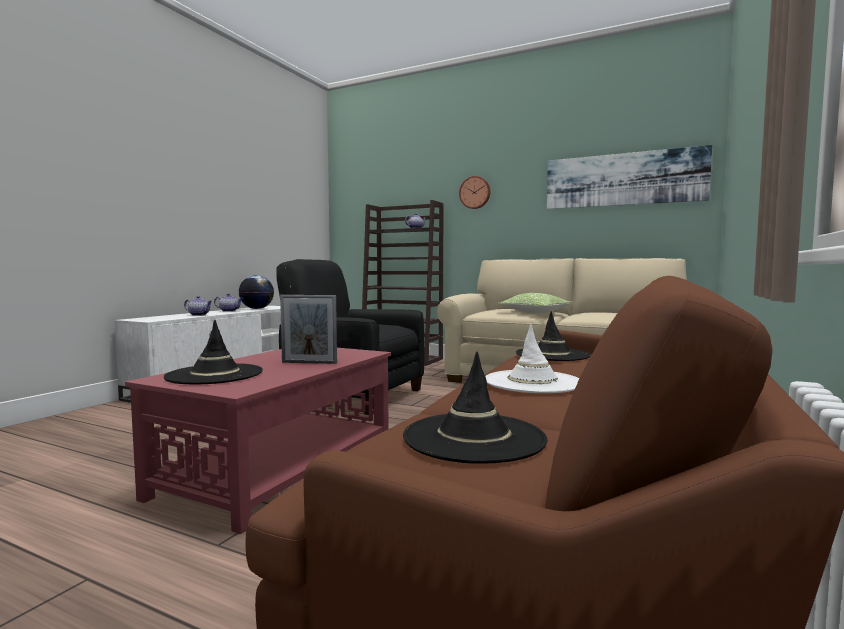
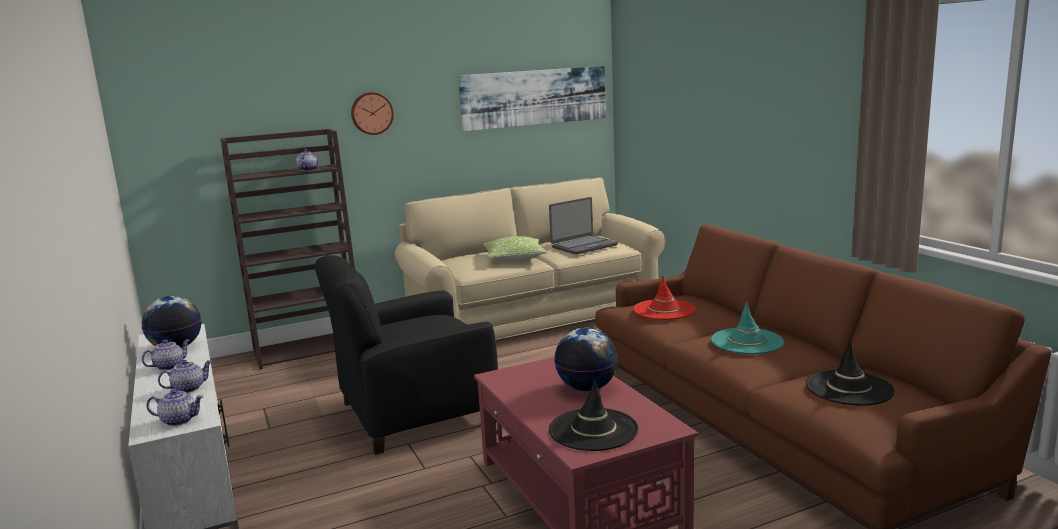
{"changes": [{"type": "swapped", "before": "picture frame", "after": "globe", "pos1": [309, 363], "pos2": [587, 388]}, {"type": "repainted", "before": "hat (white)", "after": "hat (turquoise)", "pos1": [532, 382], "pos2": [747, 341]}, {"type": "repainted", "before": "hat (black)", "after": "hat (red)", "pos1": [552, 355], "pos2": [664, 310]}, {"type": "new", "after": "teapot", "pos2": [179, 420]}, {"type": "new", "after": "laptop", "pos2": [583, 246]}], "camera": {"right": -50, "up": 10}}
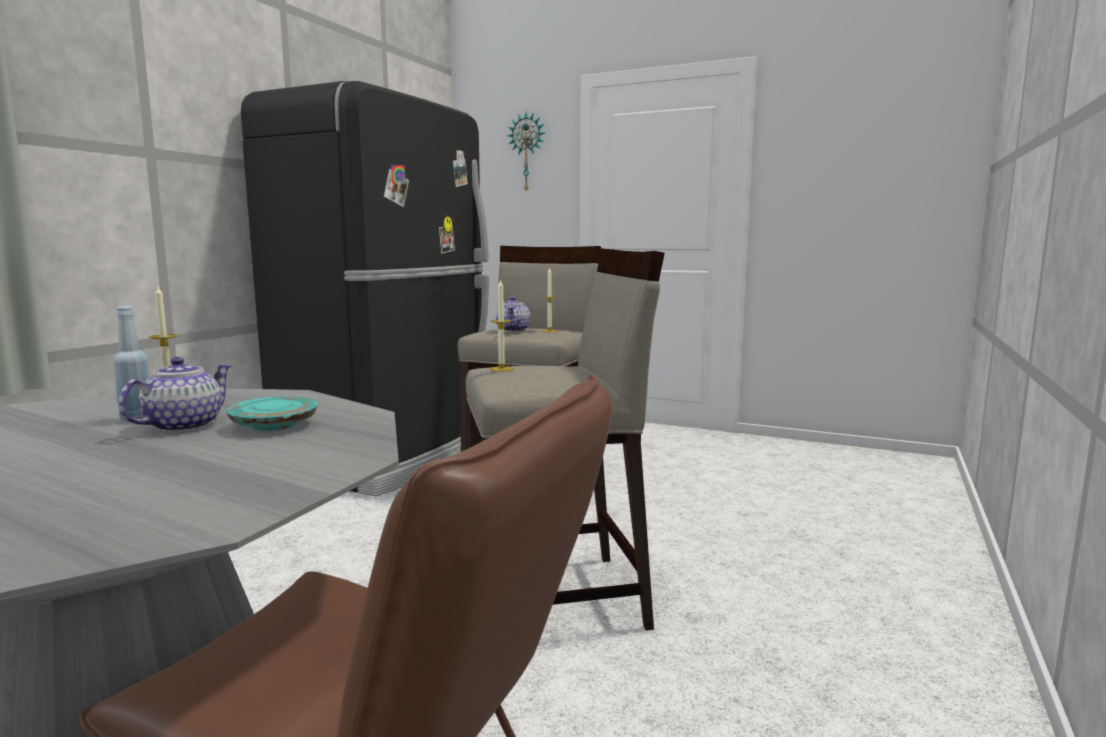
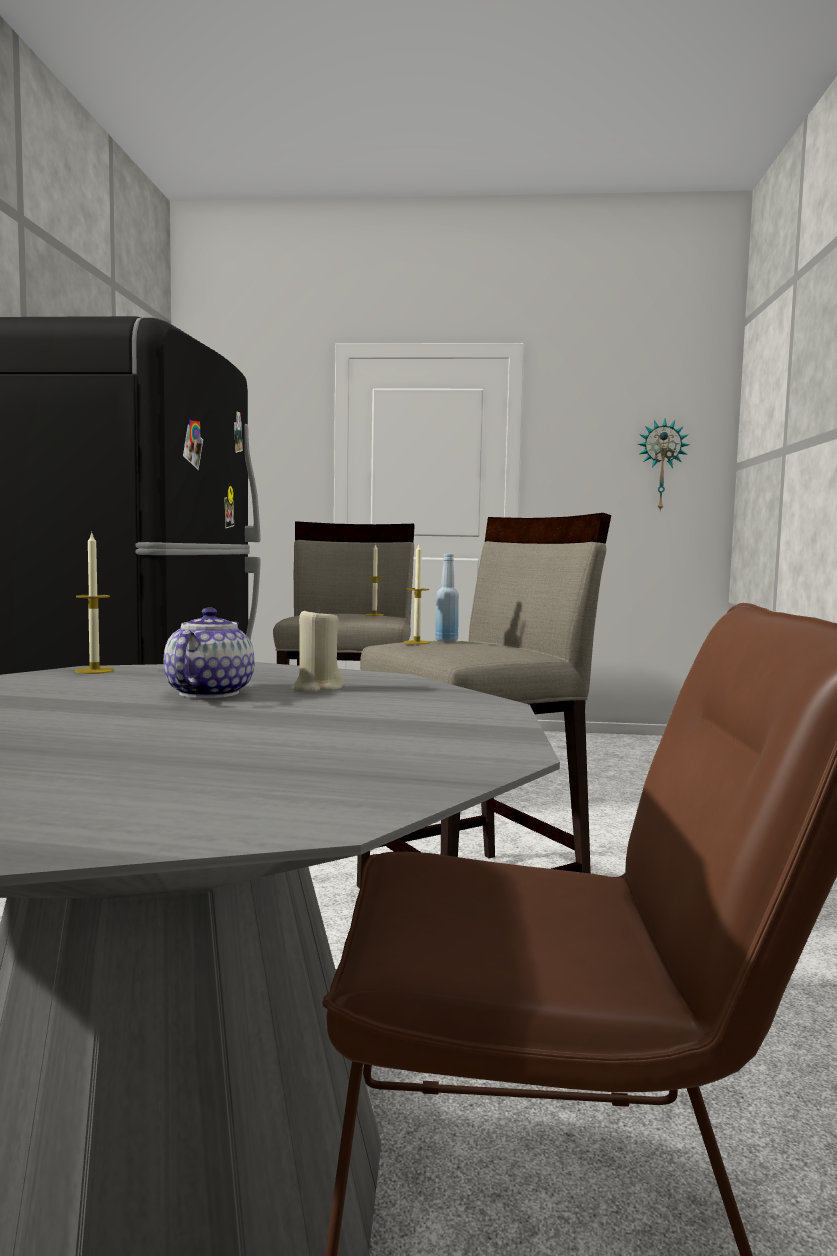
{"changes": [{"type": "shifted", "before": "bottle (blue)", "pos1": [137, 419], "pos2": [446, 640]}, {"type": "swapped", "before": "plate (turquoise)", "after": "candle (beige)", "pos1": [274, 425], "pos2": [317, 688]}, {"type": "gone", "before": "teapot", "pos1": [513, 330]}, {"type": "shifted", "before": "wall clock", "pos1": [527, 152], "pos2": [661, 465]}], "camera": {"right": -20, "up": -5}}
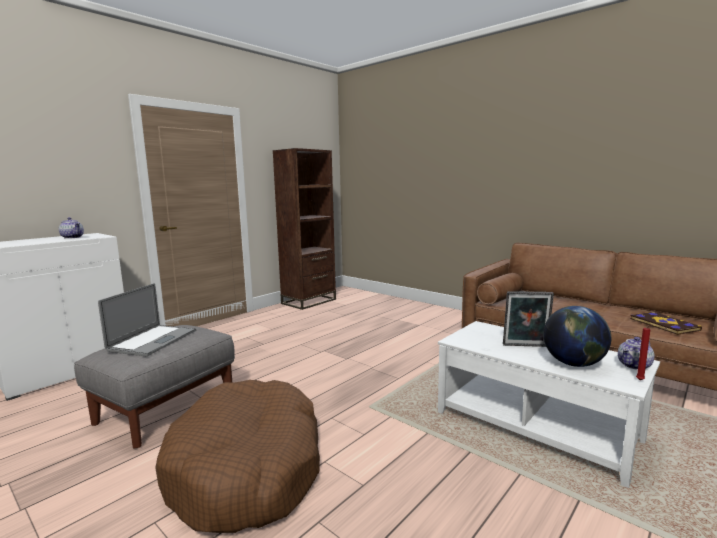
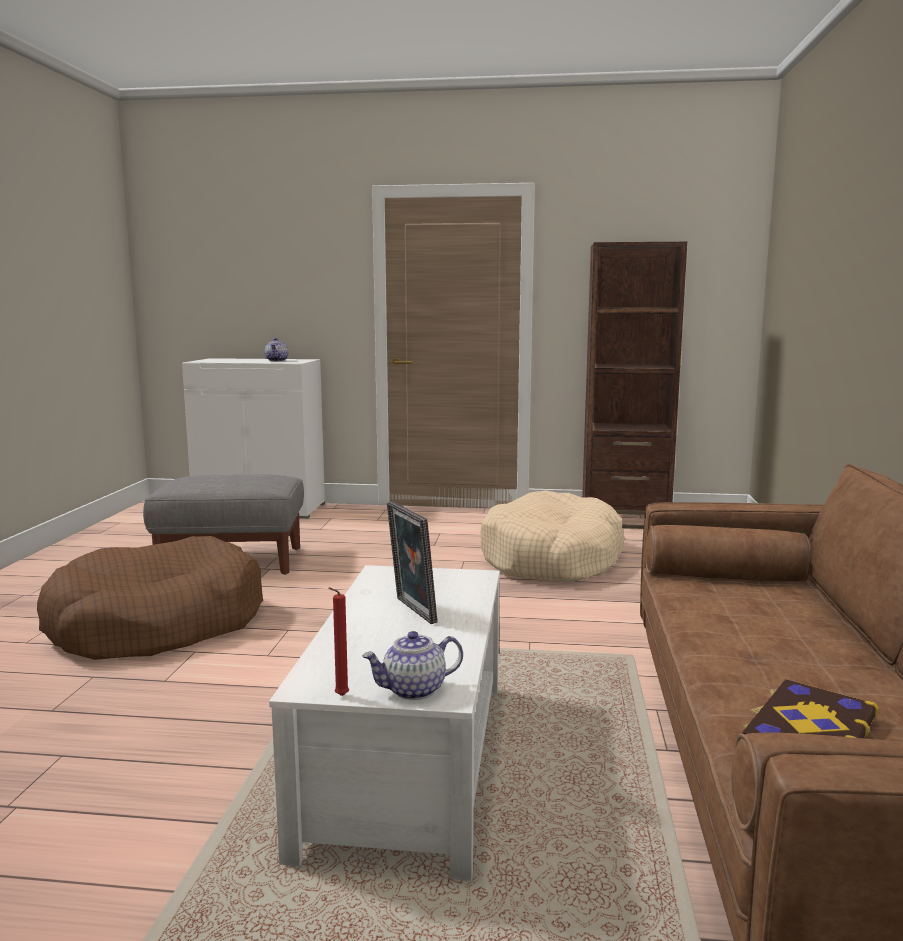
{"changes": [{"type": "gone", "before": "laptop", "pos1": [153, 340]}, {"type": "gone", "before": "globe", "pos1": [574, 363]}, {"type": "rotated", "before": "teapot", "pos1": [634, 365], "pos2": [414, 690], "turn": -45}, {"type": "new", "after": "dog bed (beige)", "pos2": [552, 559]}], "camera": {"right": 55, "up": 0}}
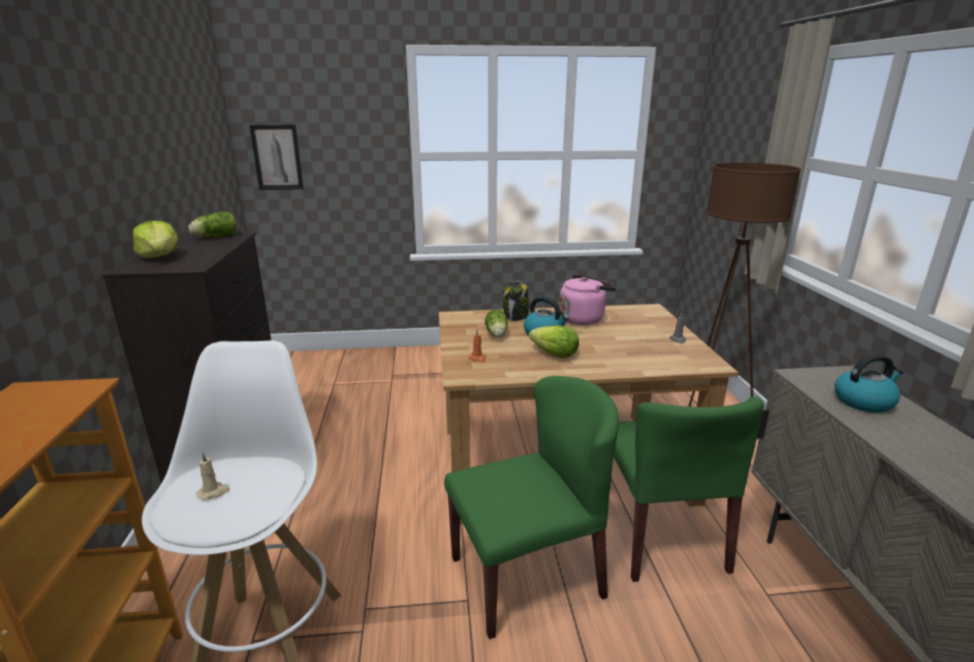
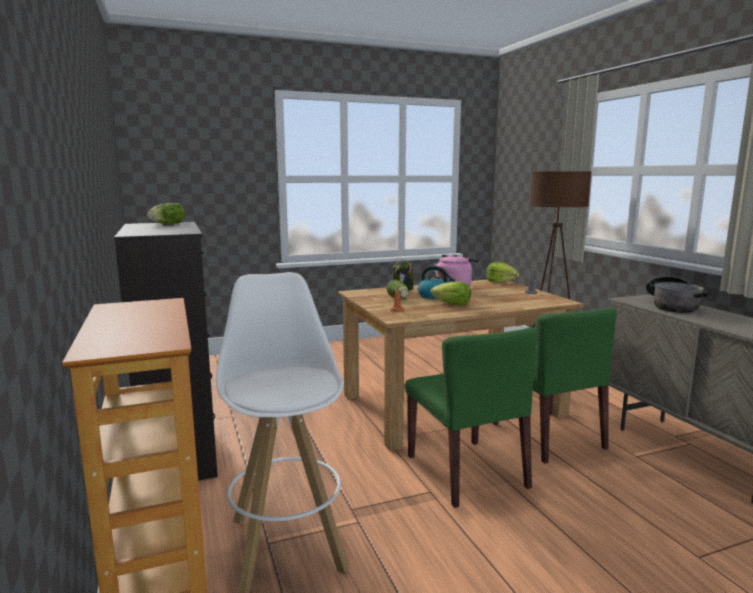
{"changes": [{"type": "shifted", "before": "lettuce", "pos1": [160, 257], "pos2": [500, 282]}, {"type": "gone", "before": "candle (beige)", "pos1": [213, 492]}, {"type": "gone", "before": "picture", "pos1": [277, 157]}, {"type": "rotated", "before": "chair (green)", "pos1": [527, 576], "pos2": [467, 471], "turn": 105}, {"type": "swapped", "before": "kettle", "after": "cooking pot", "pos1": [864, 401], "pos2": [672, 306]}], "camera": {"right": -15, "up": -10}}
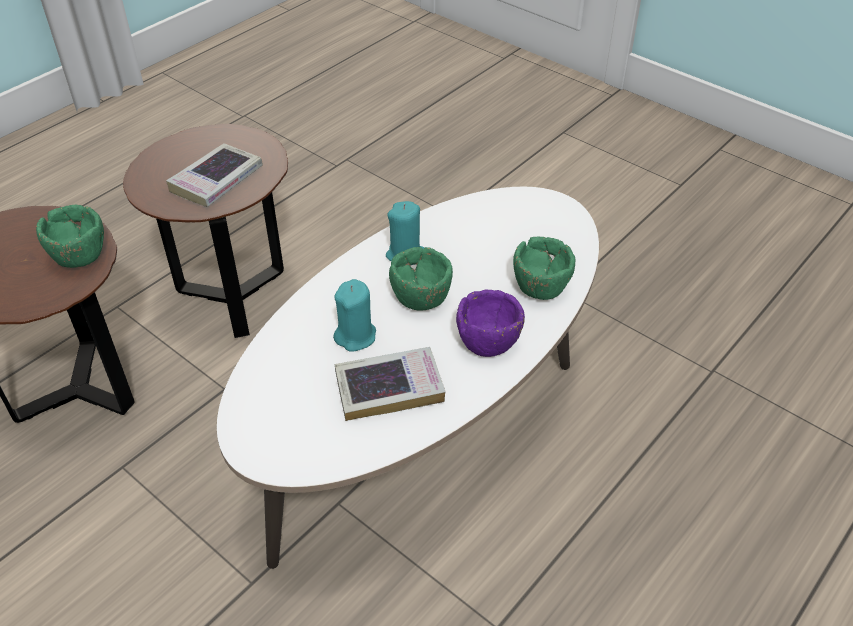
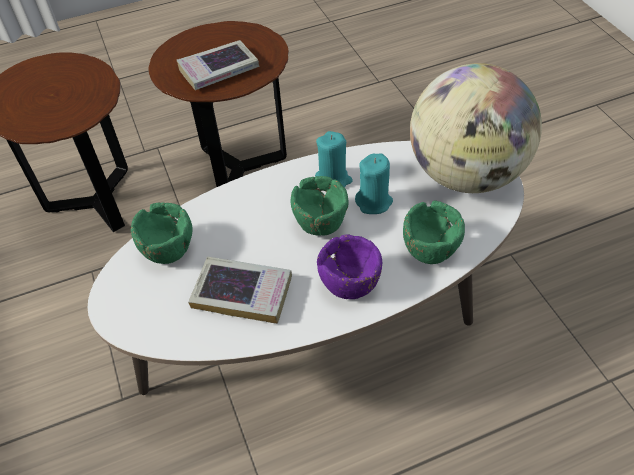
{"changes": [{"type": "shifted", "before": "bowl (green)", "pos1": [79, 256], "pos2": [168, 250]}, {"type": "shifted", "before": "candle (turquoise)", "pos1": [356, 336], "pos2": [374, 202]}, {"type": "new", "after": "globe", "pos2": [466, 175]}], "camera": {"right": 30, "up": 5}}
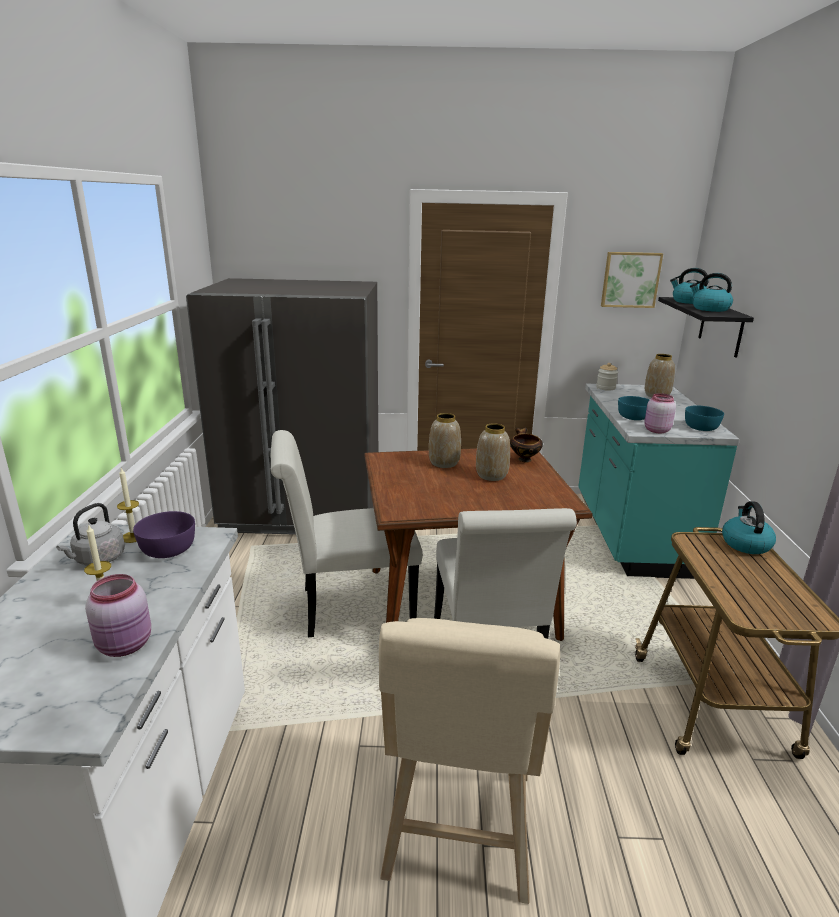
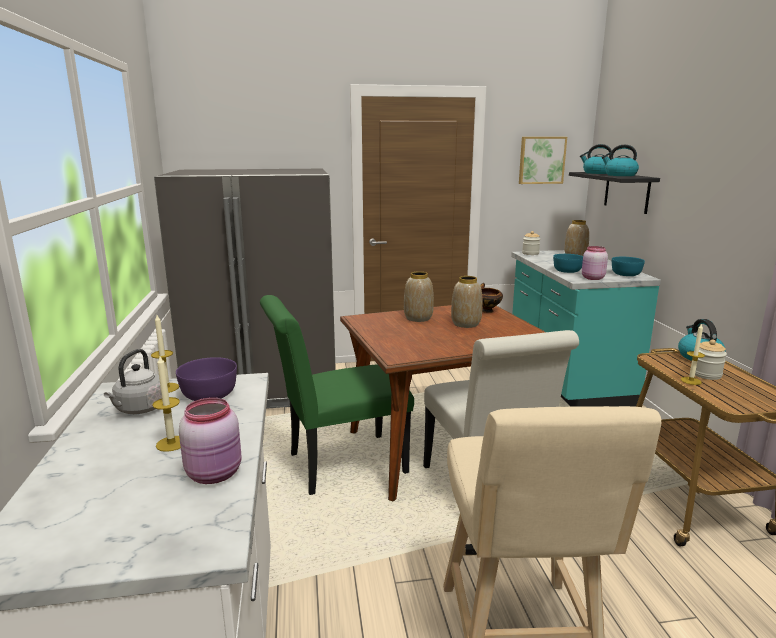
{"changes": [{"type": "repainted", "before": "chair (white)", "after": "chair (green)", "pos1": [348, 607], "pos2": [339, 465]}, {"type": "new", "after": "candle", "pos2": [691, 381]}, {"type": "new", "after": "jar", "pos2": [706, 374]}], "camera": {"right": -10, "up": -5}}
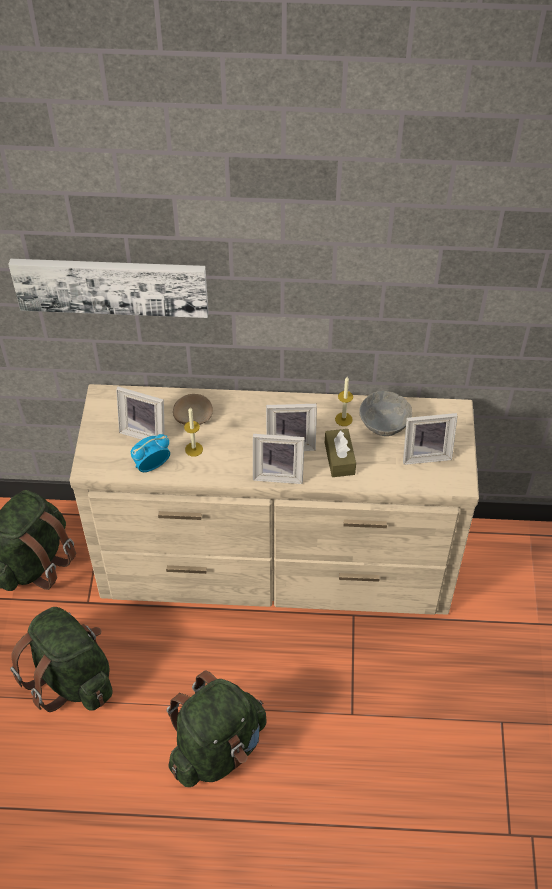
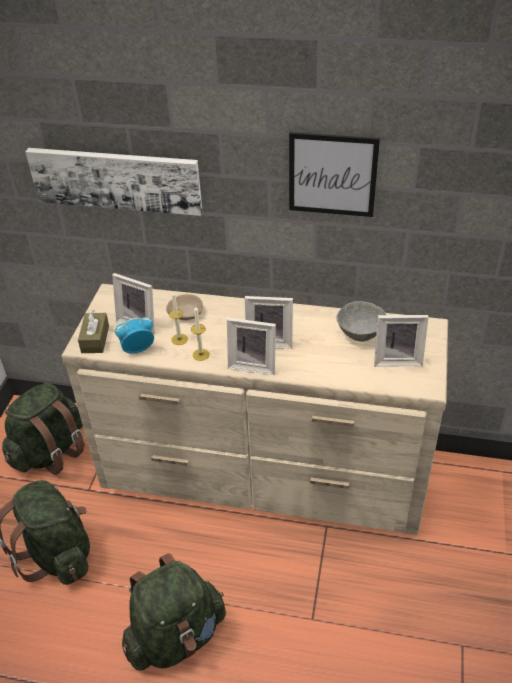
{"changes": [{"type": "shifted", "before": "tissue box (brown)", "pos1": [339, 458], "pos2": [95, 339]}, {"type": "shifted", "before": "candle", "pos1": [343, 419], "pos2": [201, 354]}, {"type": "new", "after": "picture", "pos2": [332, 175]}], "camera": {"right": 10, "up": -10}}
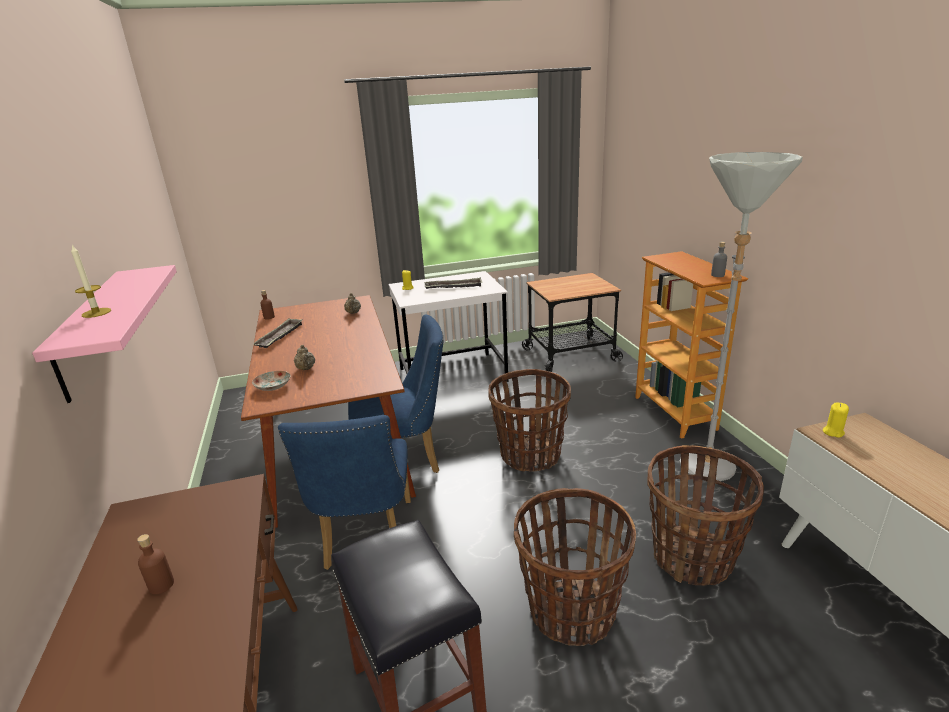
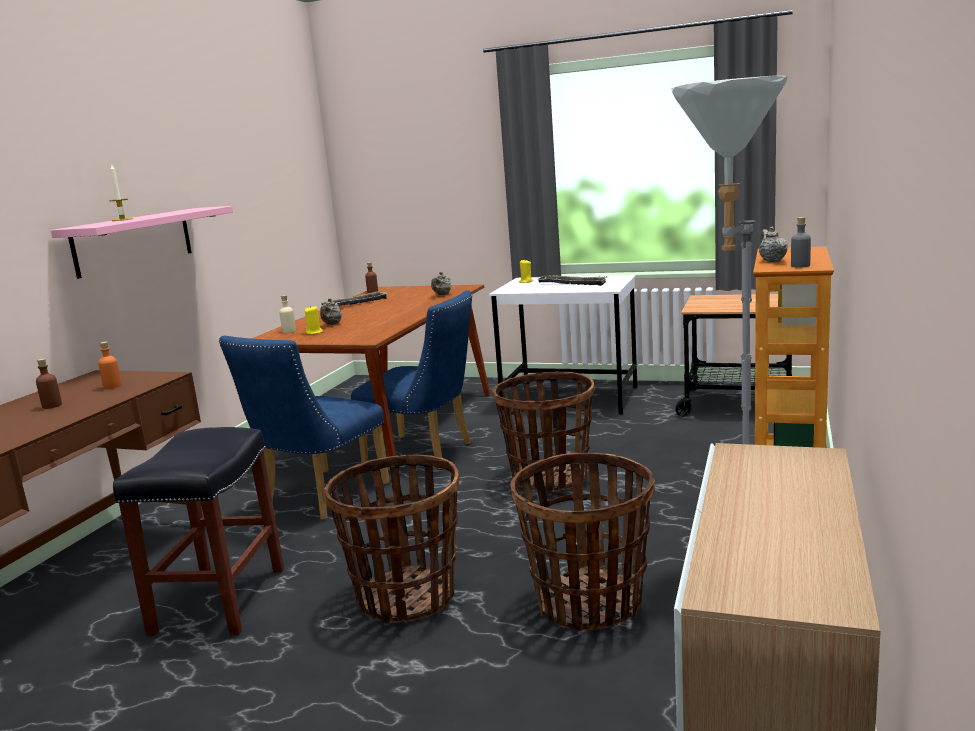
{"changes": [{"type": "swapped", "before": "plate", "after": "bottle (beige)", "pos1": [272, 387], "pos2": [289, 331]}, {"type": "shifted", "before": "candle (yellow)", "pos1": [833, 432], "pos2": [314, 332]}, {"type": "new", "after": "bottle (orange)", "pos2": [112, 386]}, {"type": "new", "after": "teapot (beige)", "pos2": [772, 261]}], "camera": {"right": 35, "up": -10}}
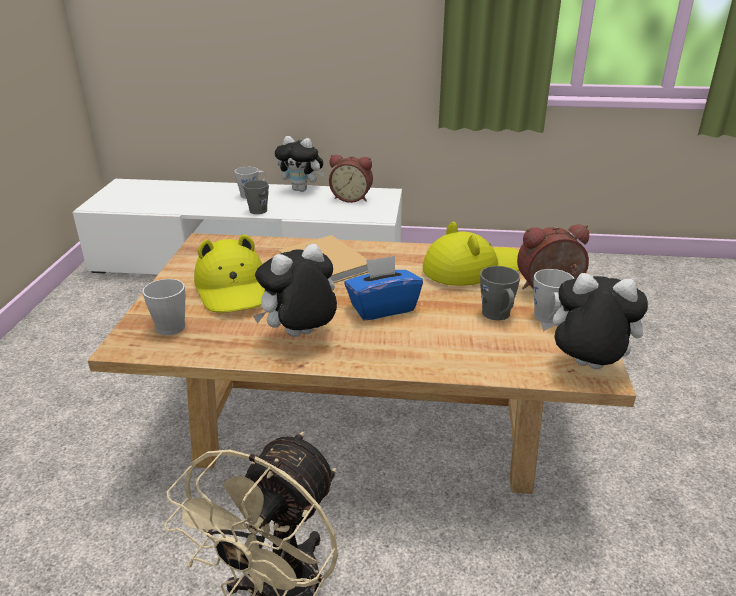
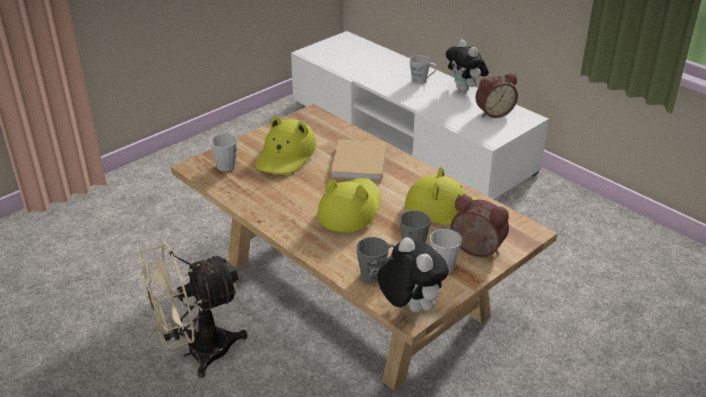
{"changes": [{"type": "shifted", "before": "mug (grey)", "pos1": [260, 209], "pos2": [376, 273]}, {"type": "gone", "before": "plush toy", "pos1": [300, 337]}, {"type": "rotated", "before": "alarm clock", "pos1": [352, 198], "pos2": [493, 112], "turn": -75}, {"type": "swapped", "before": "tissue box (blue)", "after": "hat (yellow)", "pos1": [382, 308], "pos2": [350, 209]}], "camera": {"right": 40, "up": 5}}
